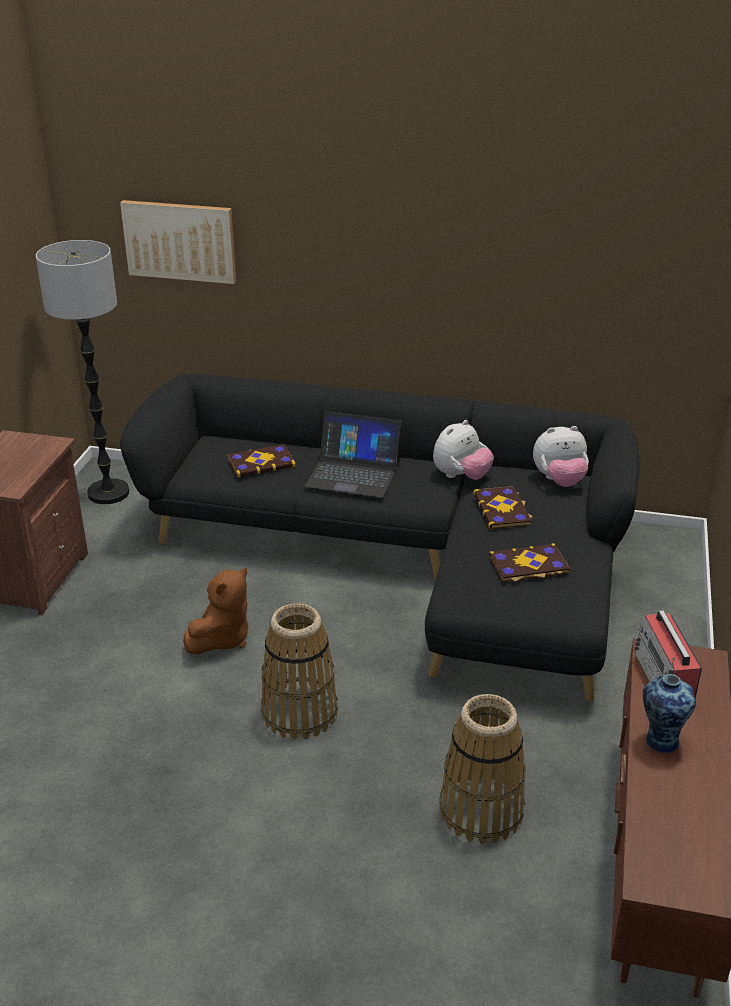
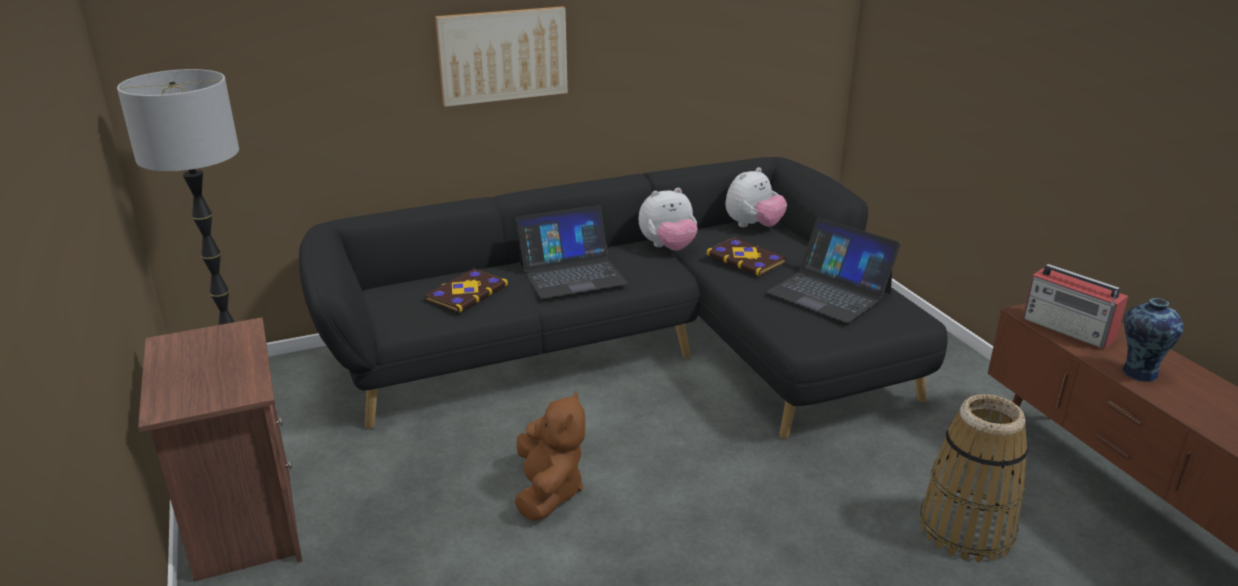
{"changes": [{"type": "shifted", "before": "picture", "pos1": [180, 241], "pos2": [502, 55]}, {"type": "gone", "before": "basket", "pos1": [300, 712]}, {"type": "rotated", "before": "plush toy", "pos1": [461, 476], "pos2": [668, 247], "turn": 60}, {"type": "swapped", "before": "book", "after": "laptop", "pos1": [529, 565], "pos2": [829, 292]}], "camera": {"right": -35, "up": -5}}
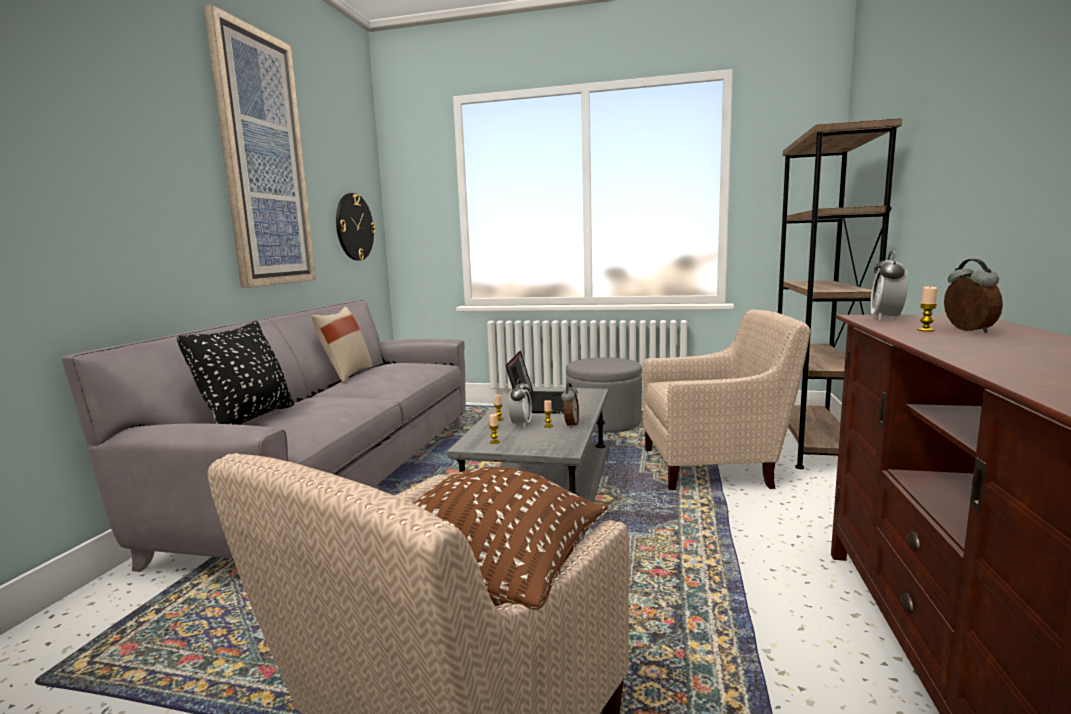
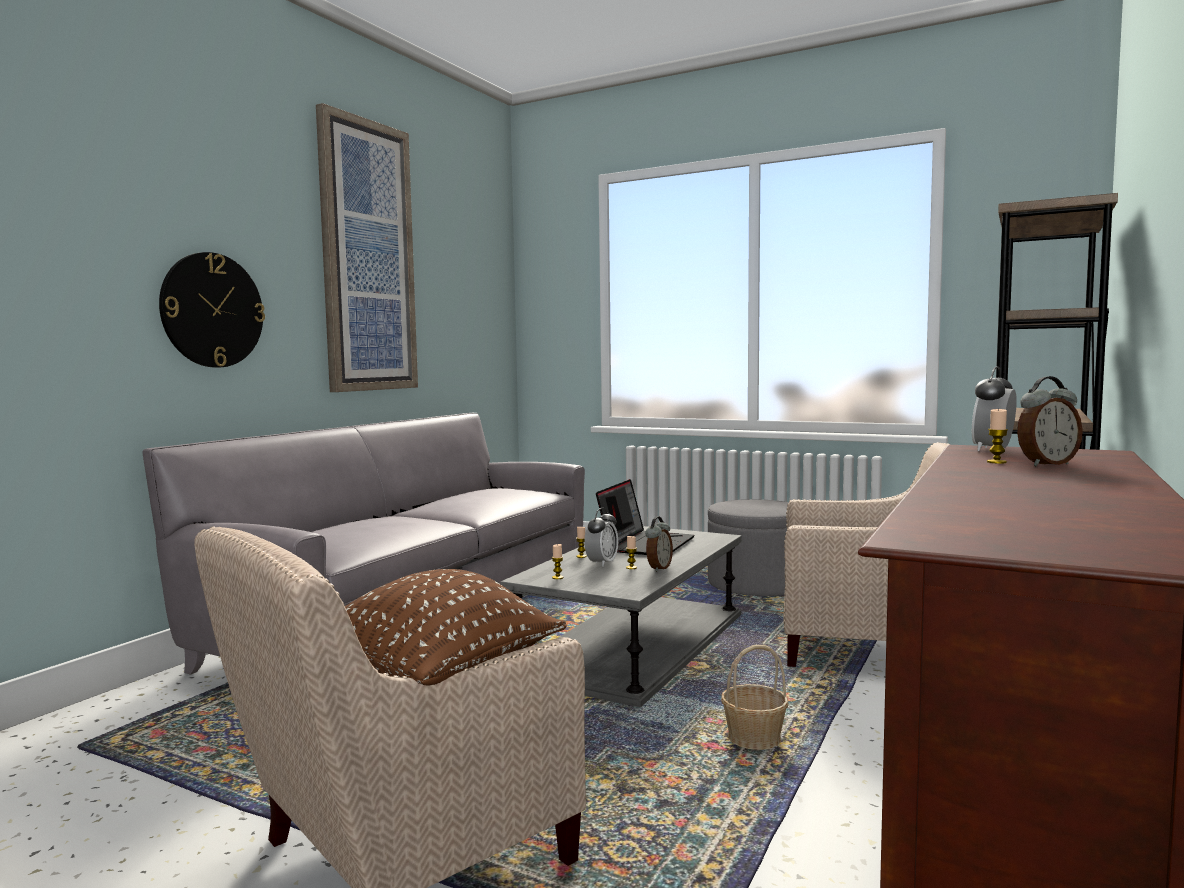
{"changes": [{"type": "gone", "before": "pillow (black)", "pos1": [248, 419]}, {"type": "gone", "before": "pillow (beige)", "pos1": [346, 374]}, {"type": "shifted", "before": "wall clock", "pos1": [354, 227], "pos2": [212, 310]}, {"type": "rotated", "before": "alarm clock", "pos1": [967, 330], "pos2": [1046, 464], "turn": 60}, {"type": "new", "after": "basket", "pos2": [753, 739]}], "camera": {"right": 15, "up": -5}}
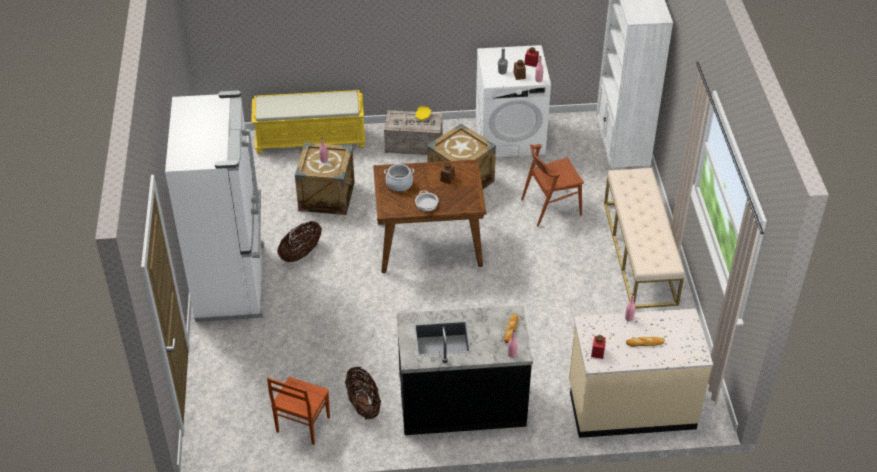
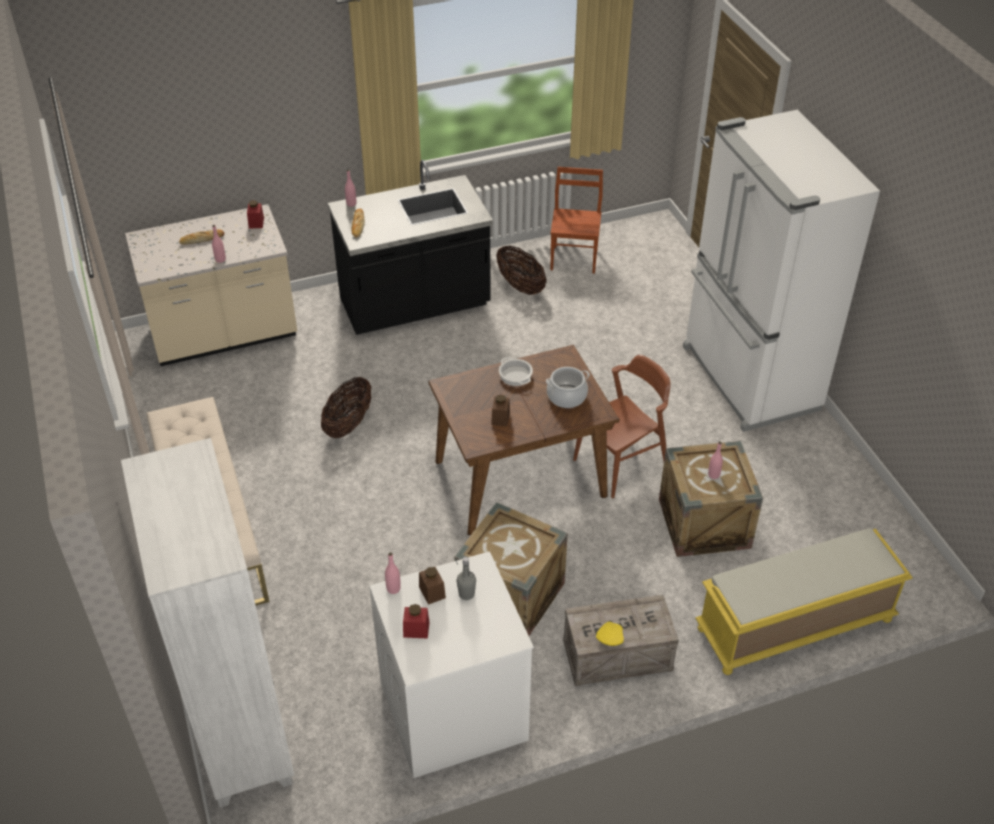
{"changes": [{"type": "shifted", "before": "basket", "pos1": [301, 253], "pos2": [348, 424]}, {"type": "shifted", "before": "chair (brown)", "pos1": [550, 207], "pos2": [620, 463]}], "camera": {"right": 165, "up": 0}}
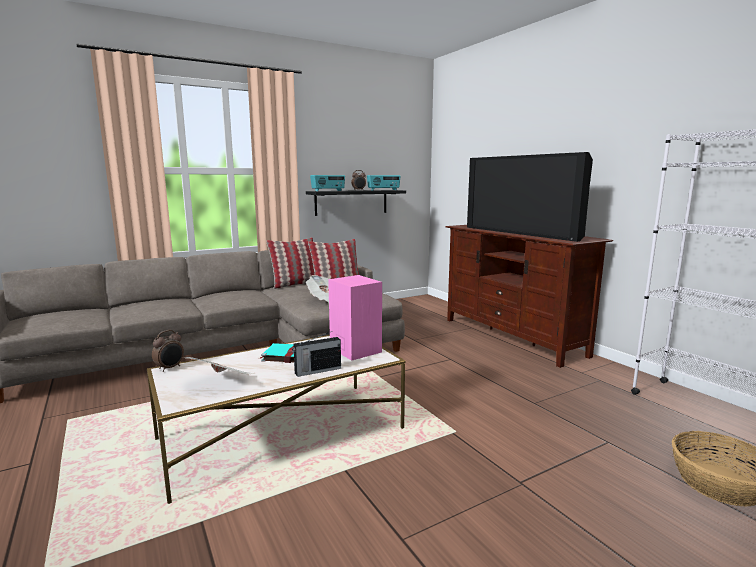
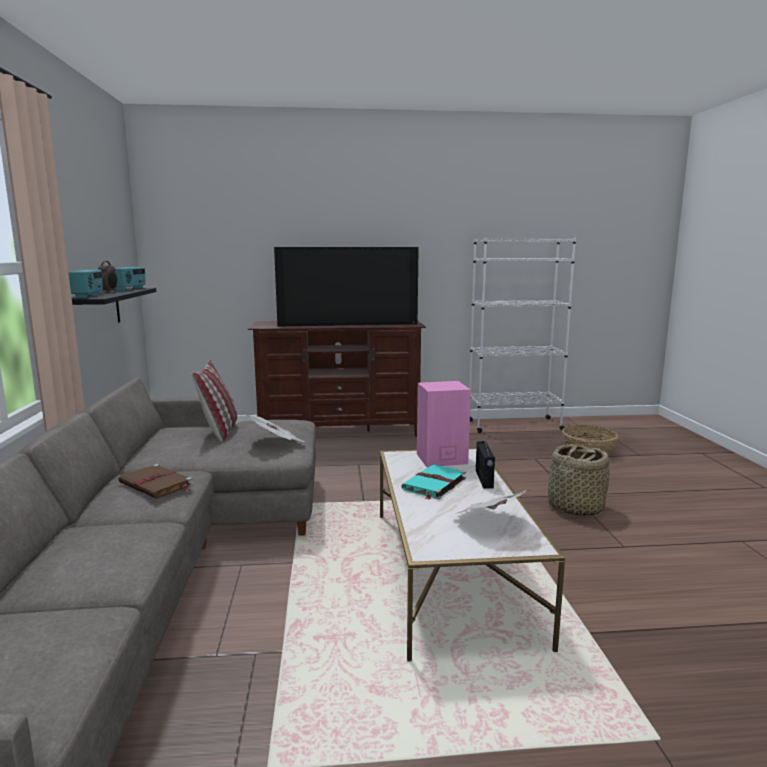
{"changes": [{"type": "gone", "before": "alarm clock", "pos1": [170, 368]}, {"type": "gone", "before": "pillow", "pos1": [295, 284]}, {"type": "new", "after": "book (brown)", "pos2": [157, 484]}, {"type": "new", "after": "basket", "pos2": [574, 507]}], "camera": {"right": -65, "up": 0}}
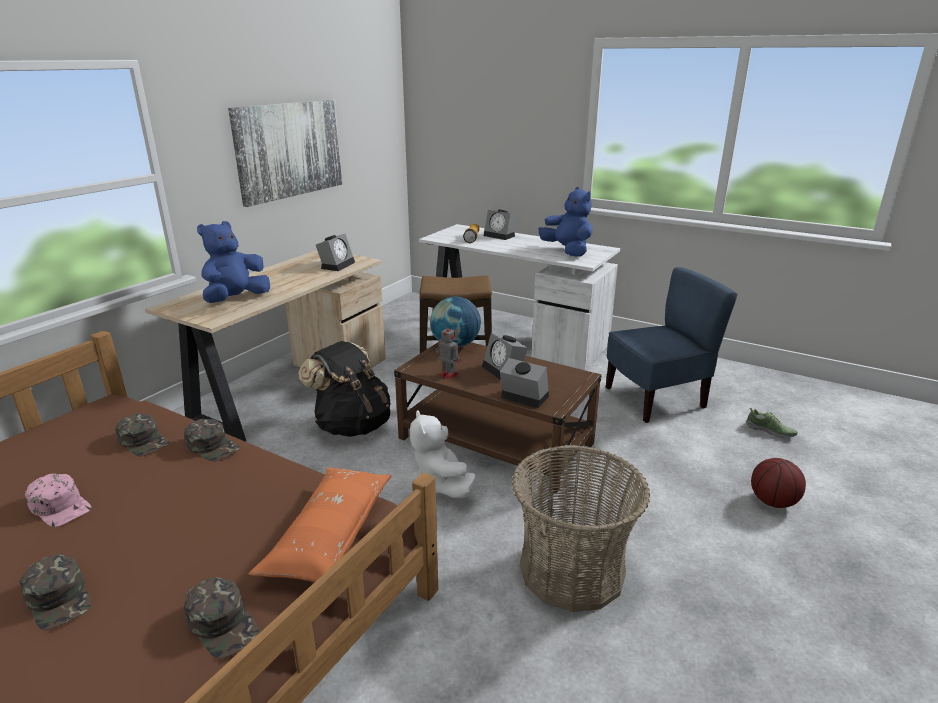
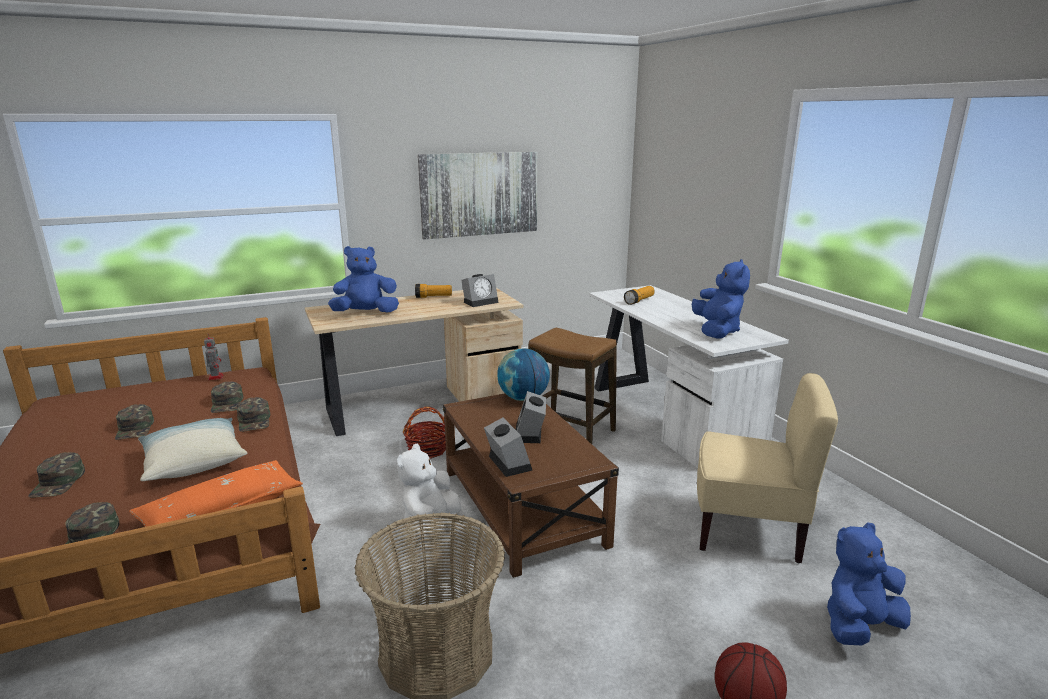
{"changes": [{"type": "repainted", "before": "cap (pink)", "after": "cap (green)", "pos1": [61, 506], "pos2": [135, 428]}, {"type": "swapped", "before": "backpack (black)", "after": "basket", "pos1": [352, 425], "pos2": [427, 449]}, {"type": "shifted", "before": "toy robot", "pos1": [447, 374], "pos2": [216, 377]}, {"type": "gone", "before": "alarm clock", "pos1": [501, 236]}, {"type": "repainted", "before": "chair (blue)", "after": "chair (beige)", "pos1": [656, 399], "pos2": [748, 530]}, {"type": "swapped", "before": "shoe", "after": "plush toy (blue)", "pos1": [770, 431], "pos2": [859, 625]}, {"type": "new", "after": "pillow", "pos2": [193, 462]}, {"type": "new", "after": "flashlight", "pos2": [433, 297]}], "camera": {"right": 35, "up": -5}}
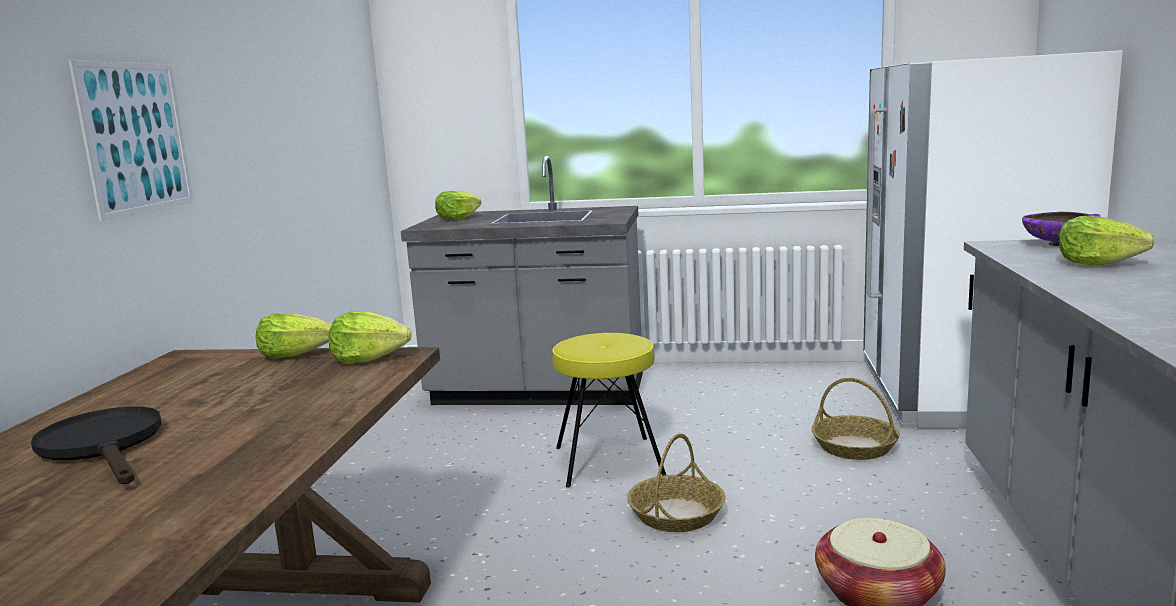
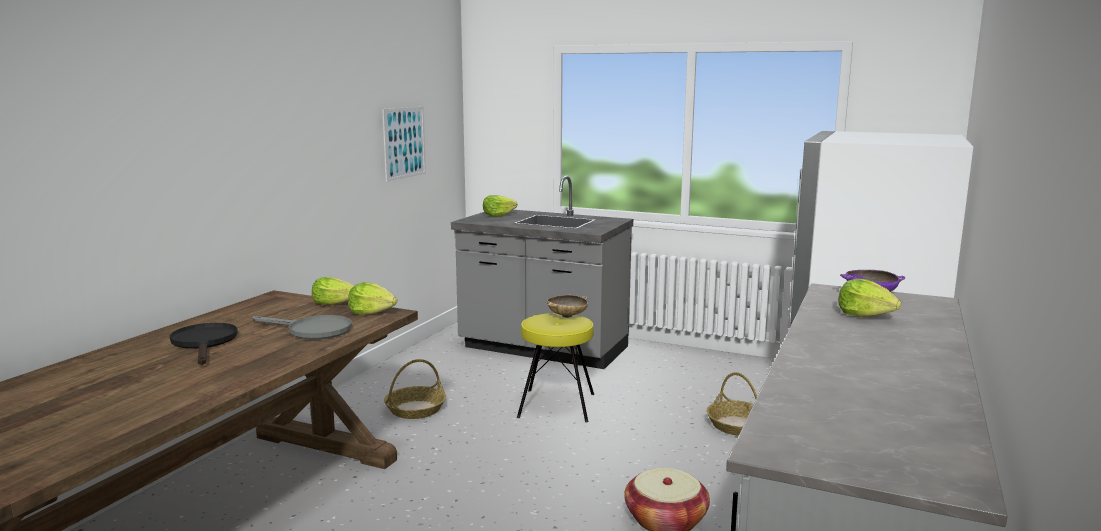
{"changes": [{"type": "shifted", "before": "picture", "pos1": [136, 138], "pos2": [404, 142]}, {"type": "shifted", "before": "basket", "pos1": [676, 515], "pos2": [415, 409]}, {"type": "new", "after": "frying pan (grey)", "pos2": [312, 330]}, {"type": "new", "after": "bowl (beige)", "pos2": [567, 316]}], "camera": {"right": 15, "up": 0}}
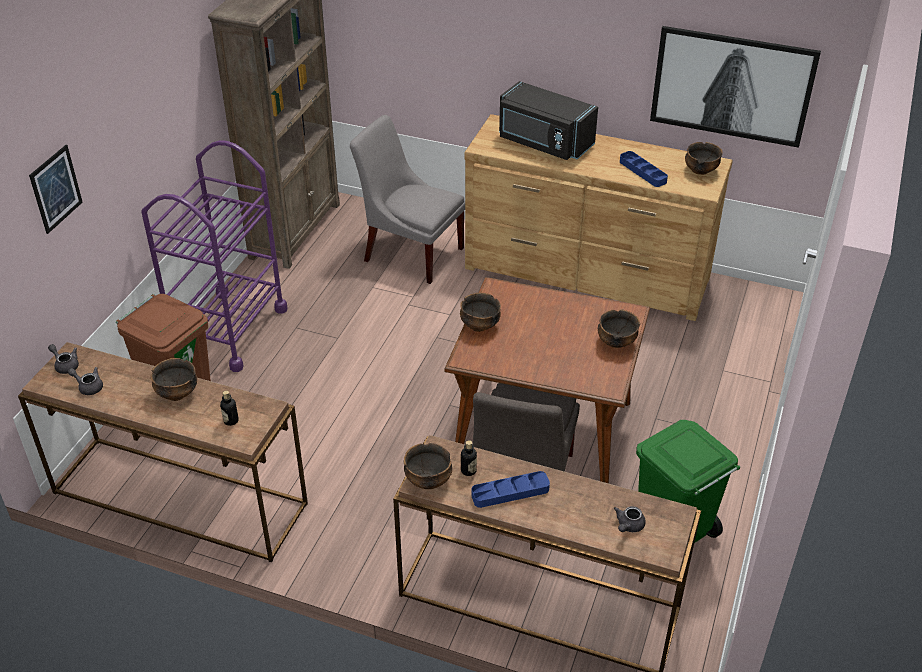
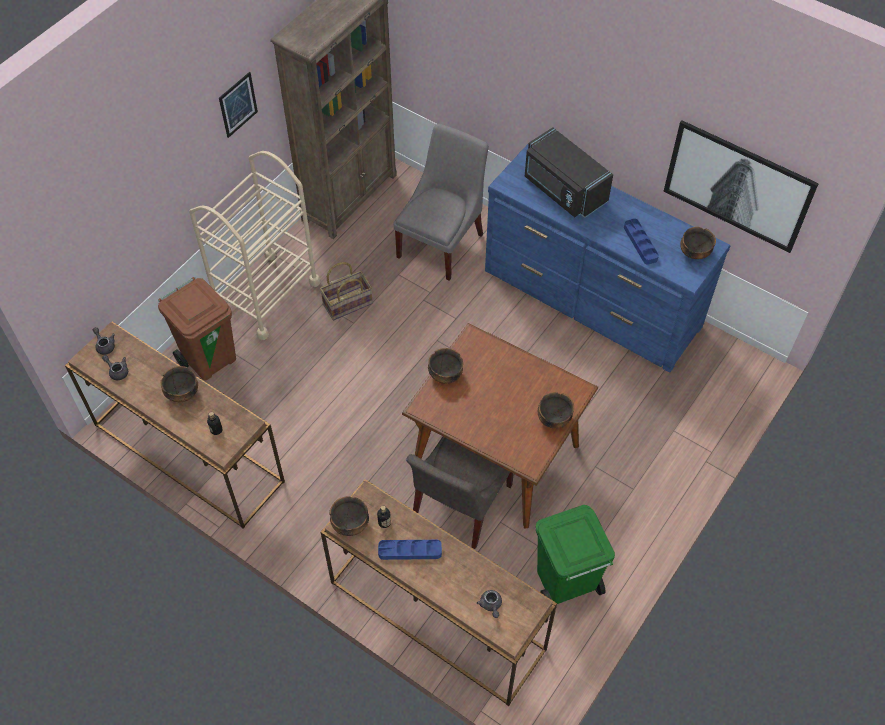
{"changes": [{"type": "shifted", "before": "picture", "pos1": [56, 189], "pos2": [238, 104]}, {"type": "repainted", "before": "cart (purple)", "after": "cart (beige)", "pos1": [229, 330], "pos2": [266, 295]}, {"type": "rotated", "before": "chair (grey)", "pos1": [410, 252], "pos2": [442, 242], "turn": 75}, {"type": "repainted", "before": "dresser (brown)", "after": "dresser (blue)", "pos1": [587, 274], "pos2": [591, 299]}, {"type": "rotated", "before": "teapot (grey)", "pos1": [628, 526], "pos2": [491, 605], "turn": -60}, {"type": "new", "after": "basket", "pos2": [347, 303]}], "camera": {"right": 15, "up": 15}}
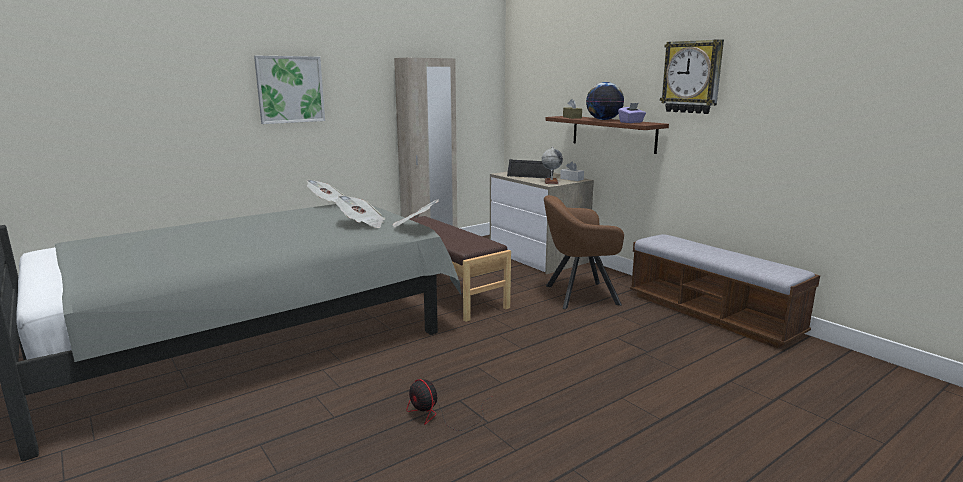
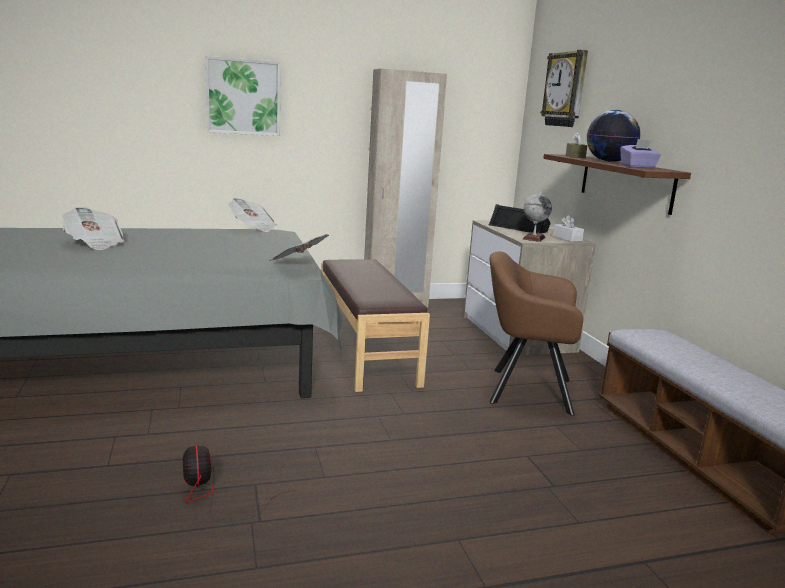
{"changes": [{"type": "shifted", "before": "newspaper", "pos1": [362, 224], "pos2": [94, 244]}, {"type": "shifted", "before": "wall clock", "pos1": [692, 77], "pos2": [566, 89]}], "camera": {"right": 20, "up": 0}}
